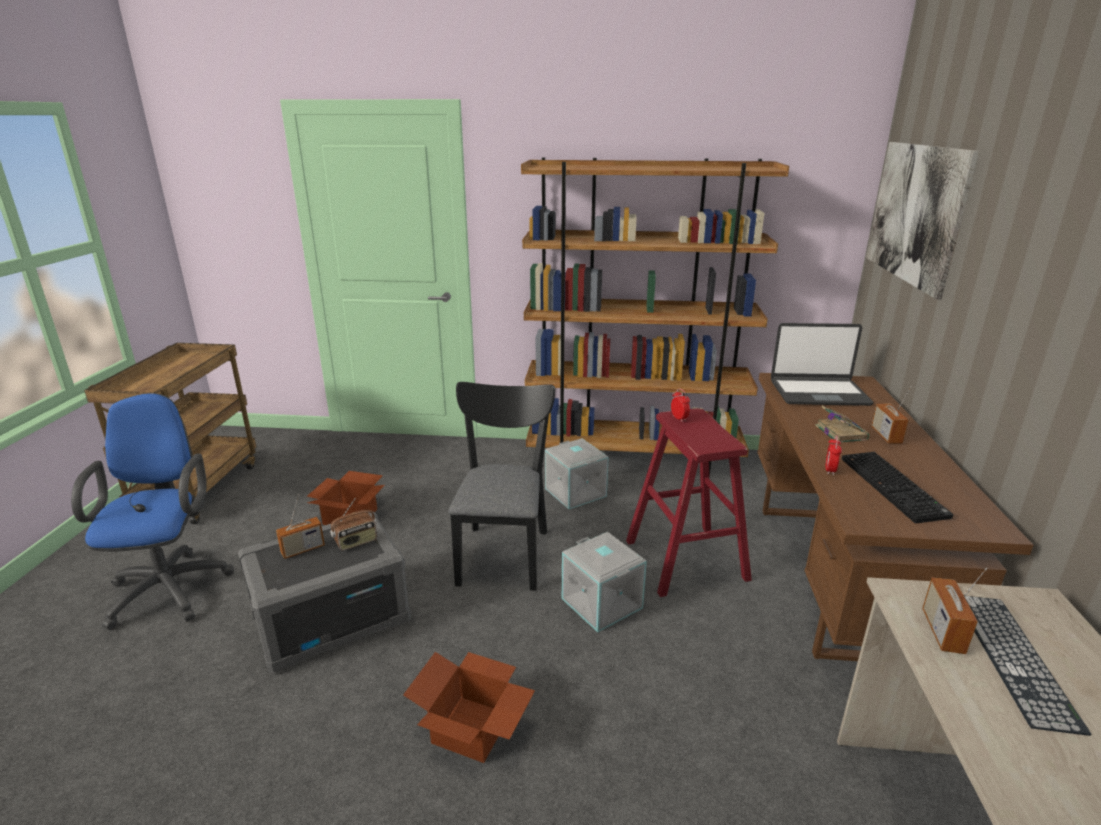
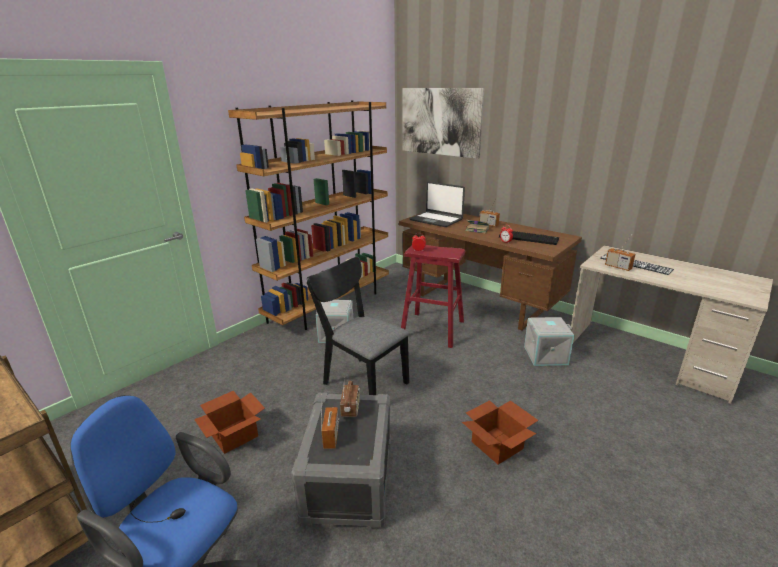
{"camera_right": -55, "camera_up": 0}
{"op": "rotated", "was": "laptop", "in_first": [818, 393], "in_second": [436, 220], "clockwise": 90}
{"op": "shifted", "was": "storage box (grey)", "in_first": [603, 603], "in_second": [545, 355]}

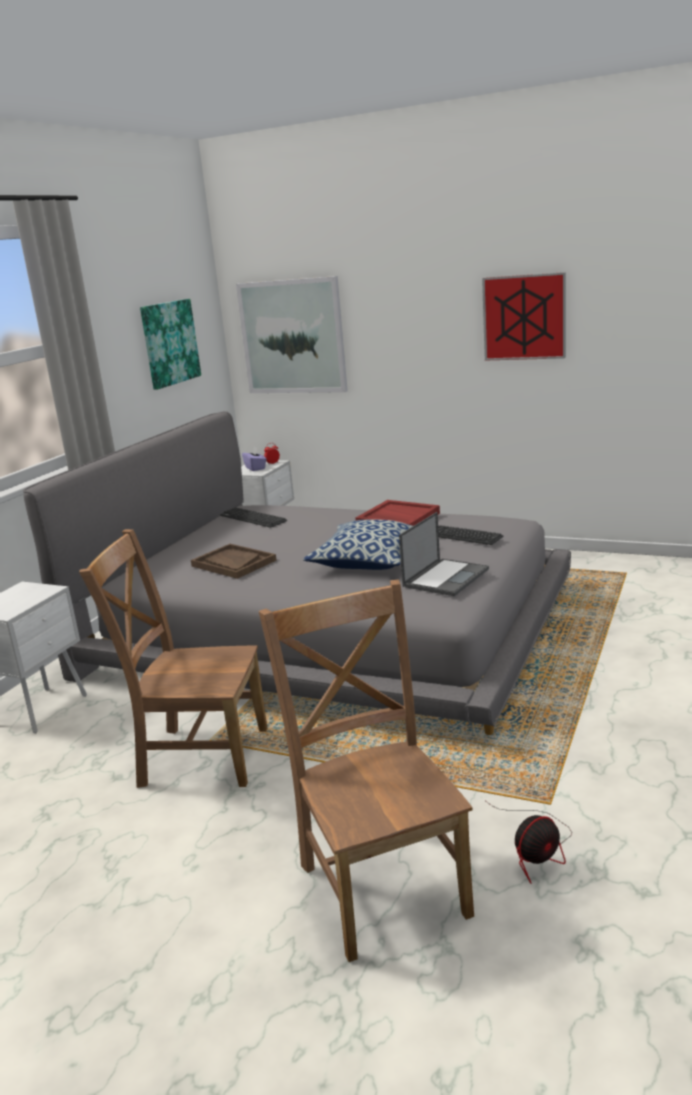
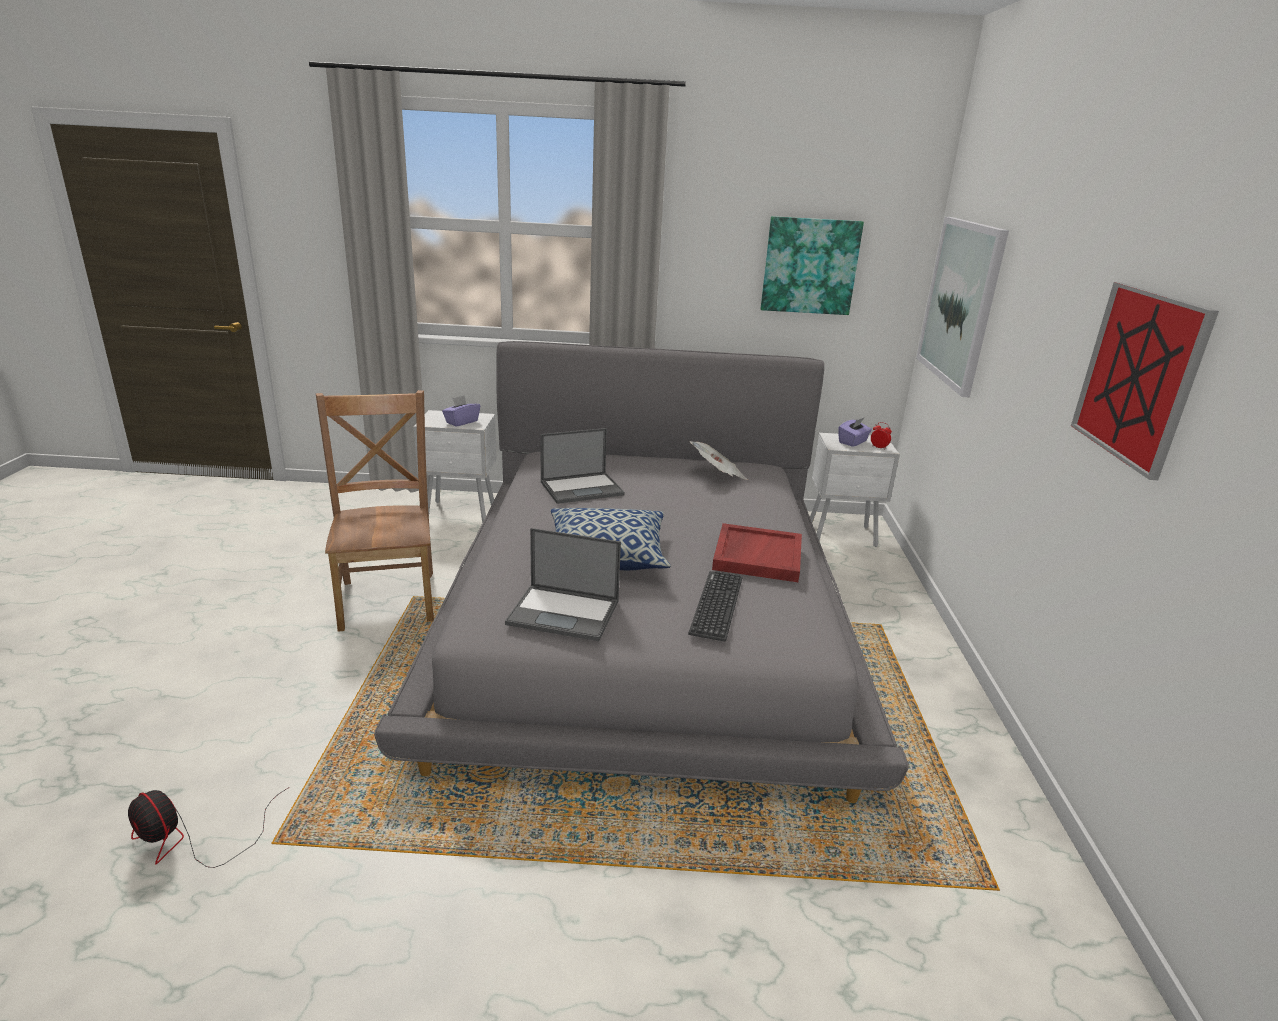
{"camera_right": 65, "camera_up": 5}
{"op": "new", "now": "tissue box (purple)", "in_second": [461, 422]}
{"op": "swapped", "was": "tray (brown)", "now": "laptop", "in_first": [233, 563], "in_second": [582, 488]}
{"op": "swapped", "was": "keyboard", "now": "newspaper", "in_first": [253, 518], "in_second": [718, 475]}
{"op": "gone", "was": "chair (brown)", "in_first": [382, 884]}

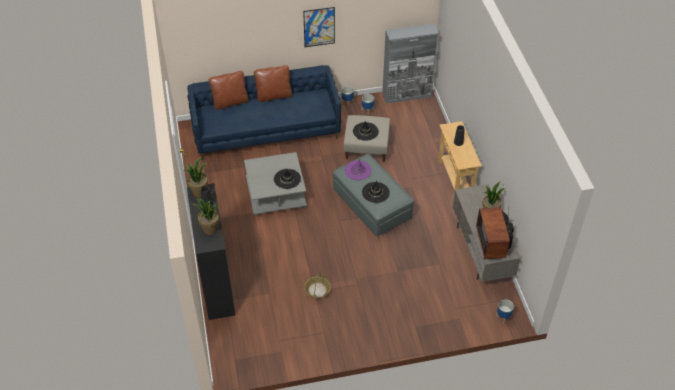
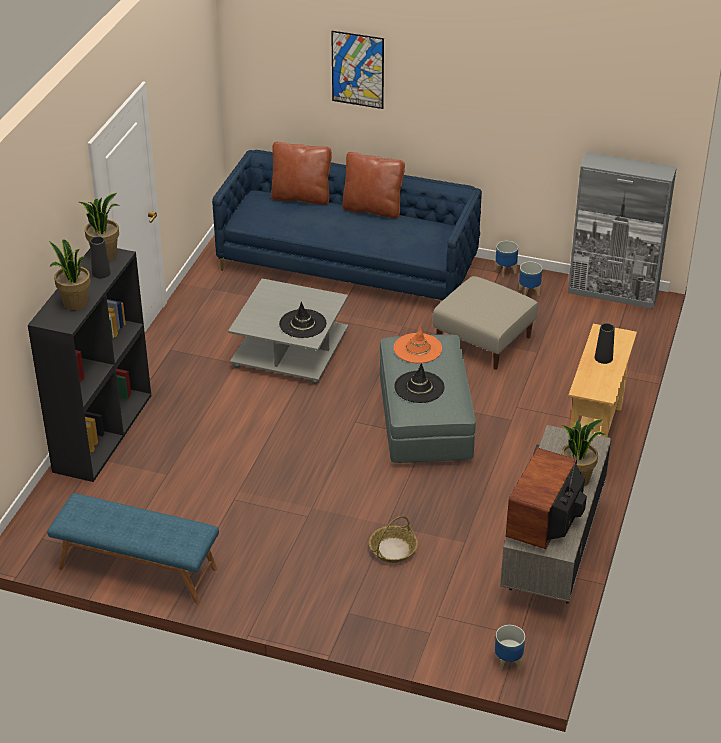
{"camera_right": 30, "camera_up": -10}
{"op": "new", "now": "bench (blue)", "in_second": [137, 569]}
{"op": "shifted", "was": "picture", "in_first": [319, 27], "in_second": [357, 69]}
{"op": "shifted", "was": "basket", "in_first": [317, 290], "in_second": [393, 550]}
{"op": "repainted", "was": "hat (purple)", "now": "hat (orange)", "in_first": [358, 170], "in_second": [417, 348]}
{"op": "gone", "was": "hat (black)", "in_first": [365, 131]}

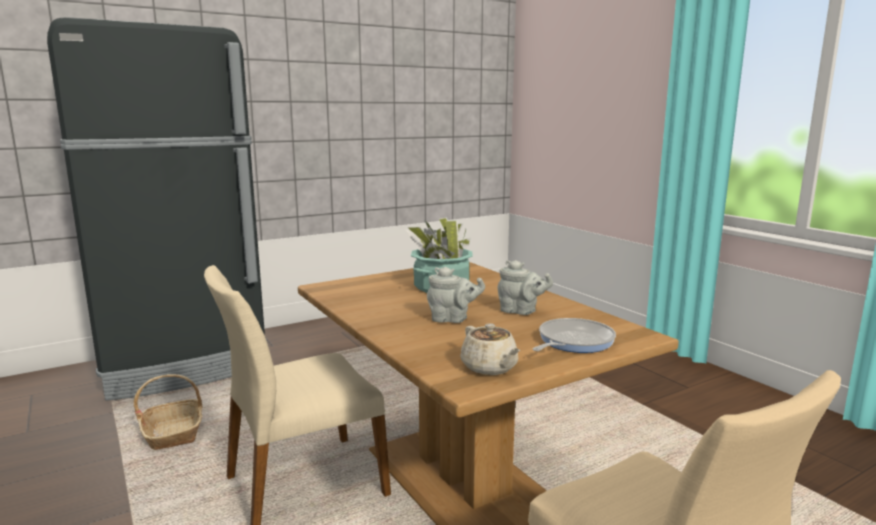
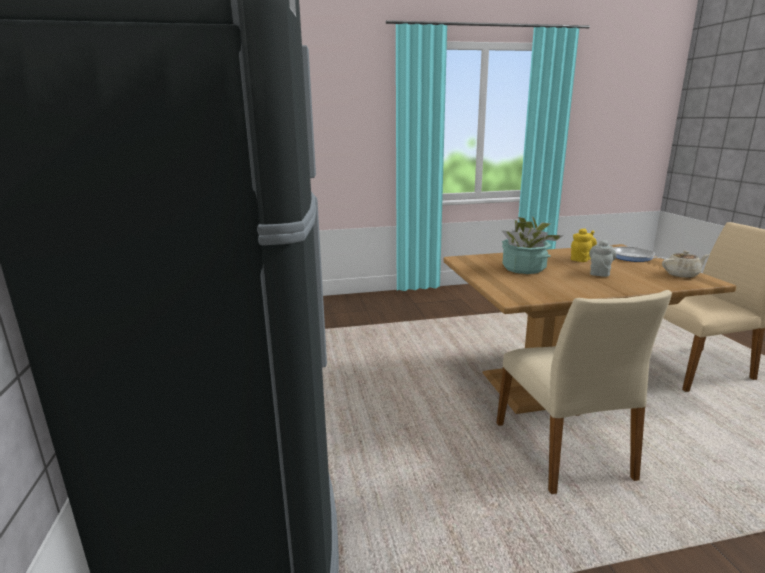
{"camera_right": -70, "camera_up": 5}
{"op": "repainted", "was": "teapot (grey)", "now": "teapot (yellow)", "in_first": [521, 311], "in_second": [581, 259]}
{"op": "gone", "was": "basket", "in_first": [173, 432]}

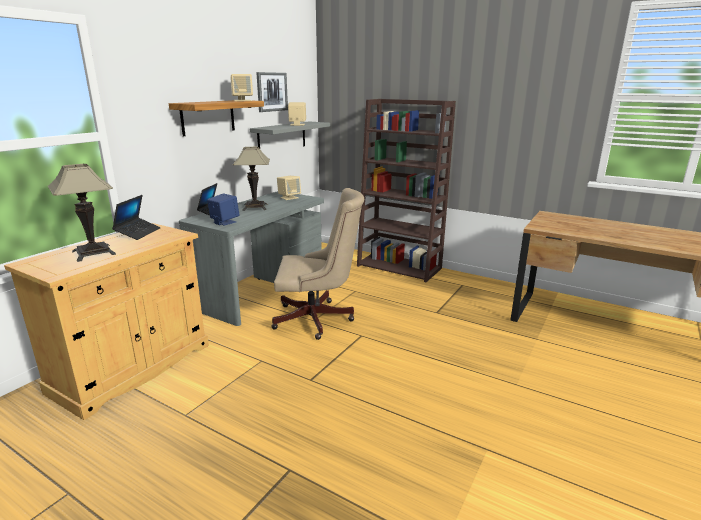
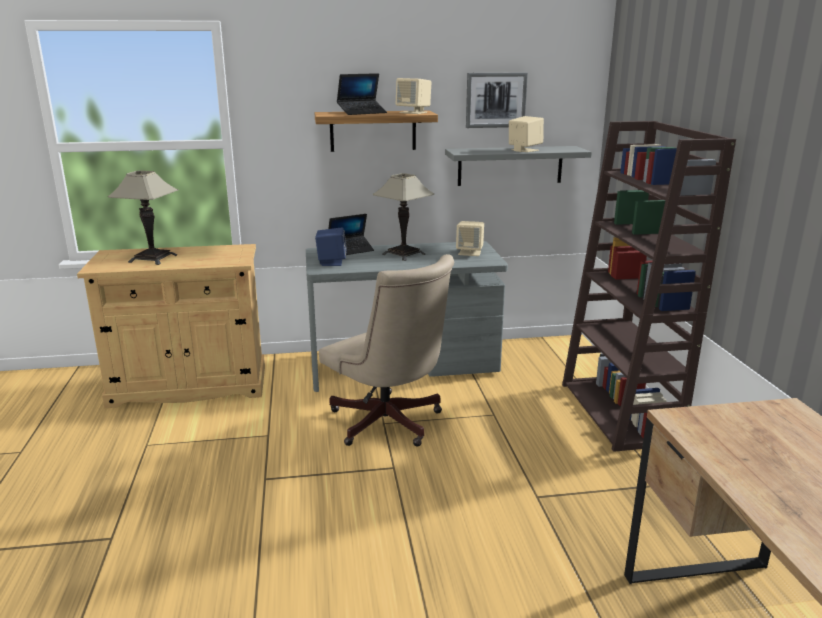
{"camera_right": 50, "camera_up": 0}
{"op": "shifted", "was": "laptop", "in_first": [138, 233], "in_second": [362, 112]}

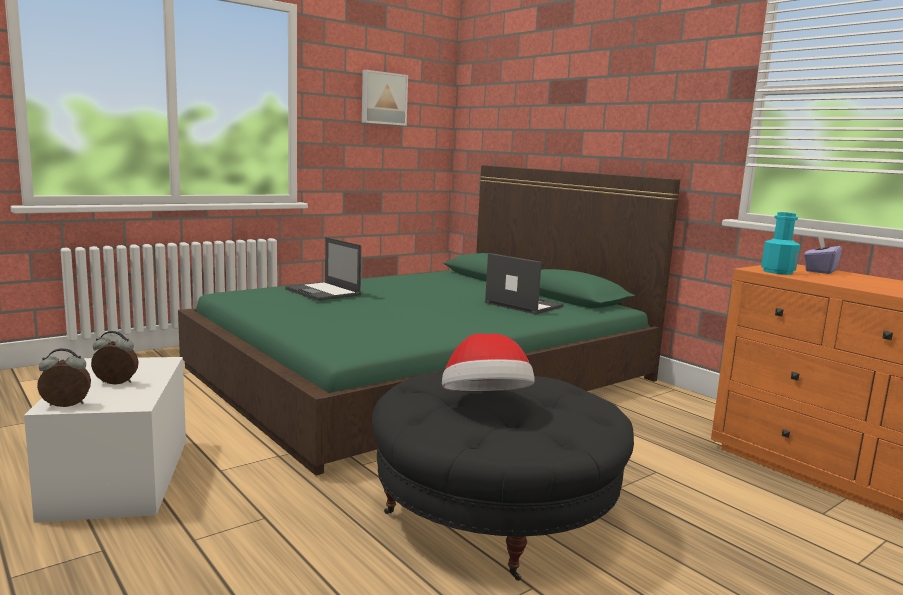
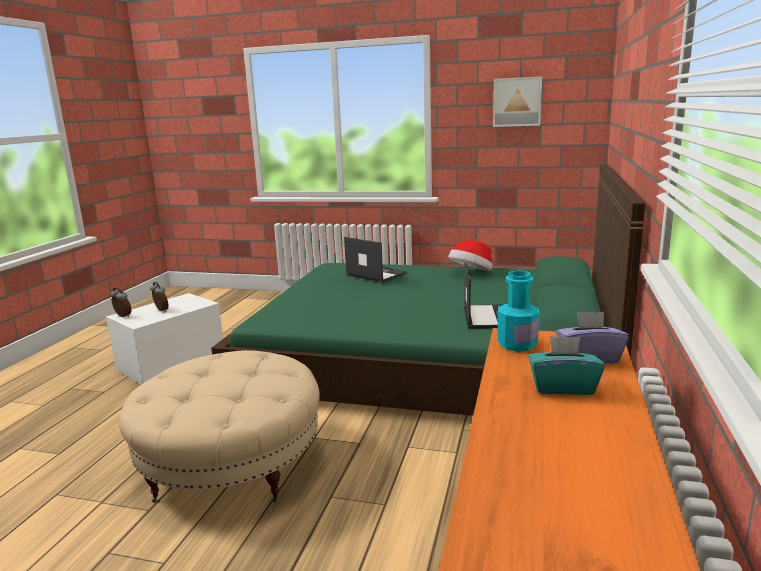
{"camera_right": 55, "camera_up": 5}
{"op": "repainted", "was": "ottoman (black)", "now": "ottoman (beige)", "in_first": [494, 514], "in_second": [232, 464]}
{"op": "rotated", "was": "laptop", "in_first": [323, 292], "in_second": [375, 274], "clockwise": 120}
{"op": "shifted", "was": "hat", "in_first": [485, 404], "in_second": [471, 273]}
{"op": "new", "now": "tissue box (turquoise)", "in_second": [563, 387]}

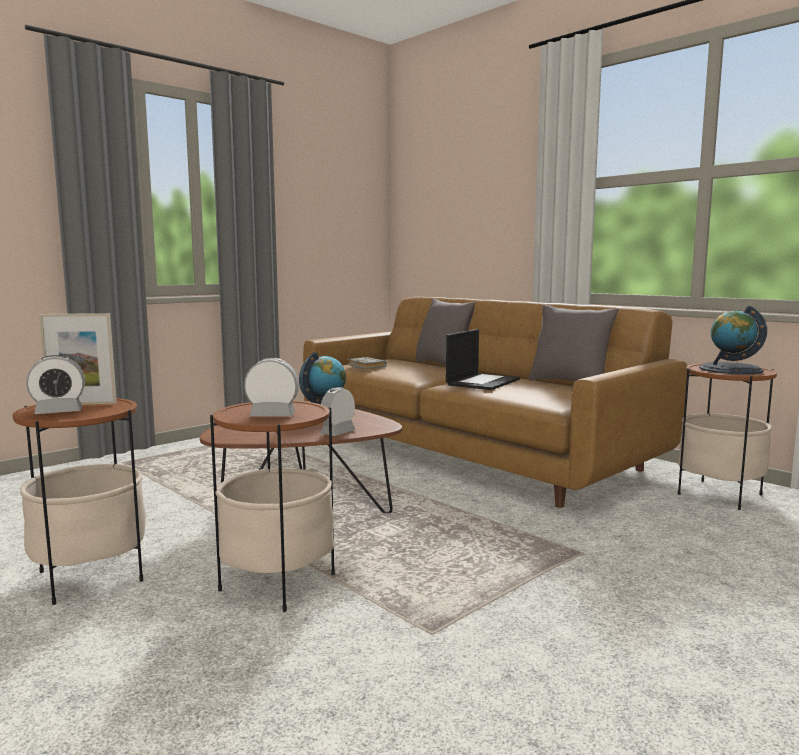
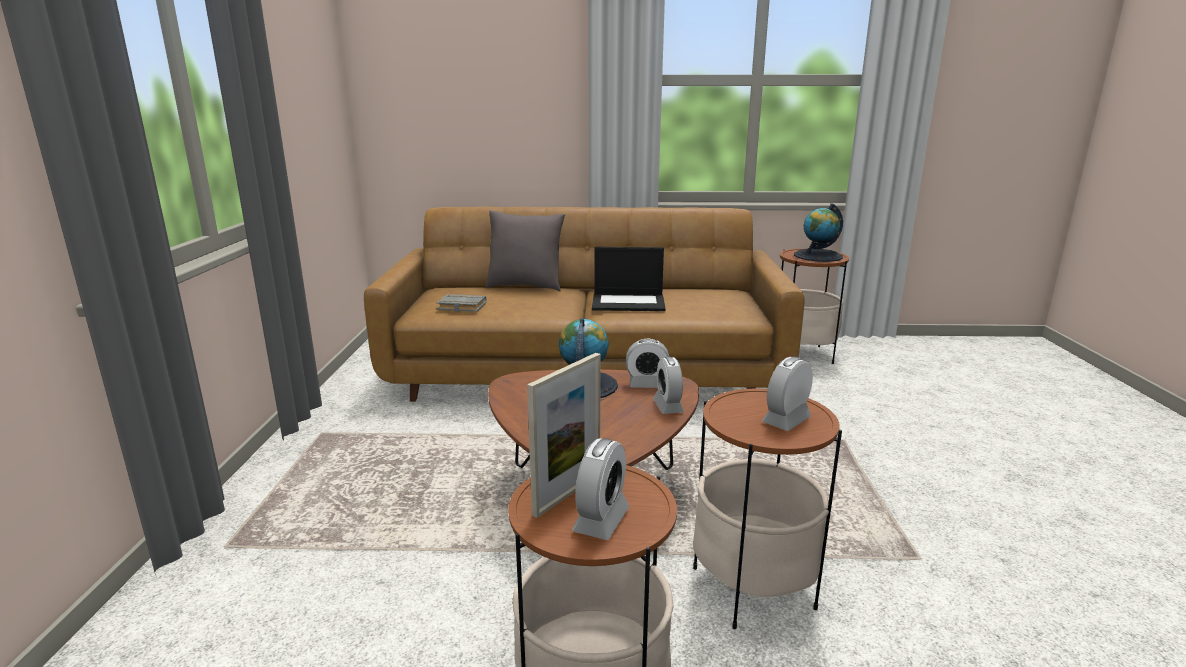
{"camera_right": -45, "camera_up": 10}
{"op": "rotated", "was": "laptop", "in_first": [482, 382], "in_second": [629, 302], "clockwise": 105}
{"op": "new", "now": "alarm clock", "in_second": [647, 384]}
{"op": "gone", "was": "pillow (grey)", "in_first": [570, 383]}

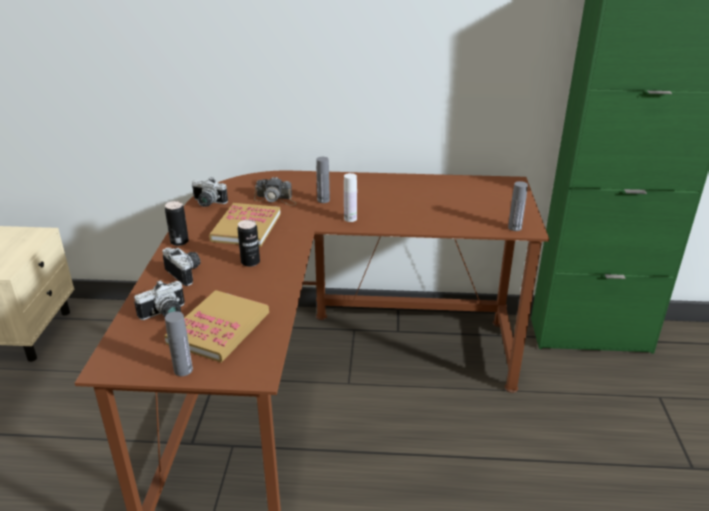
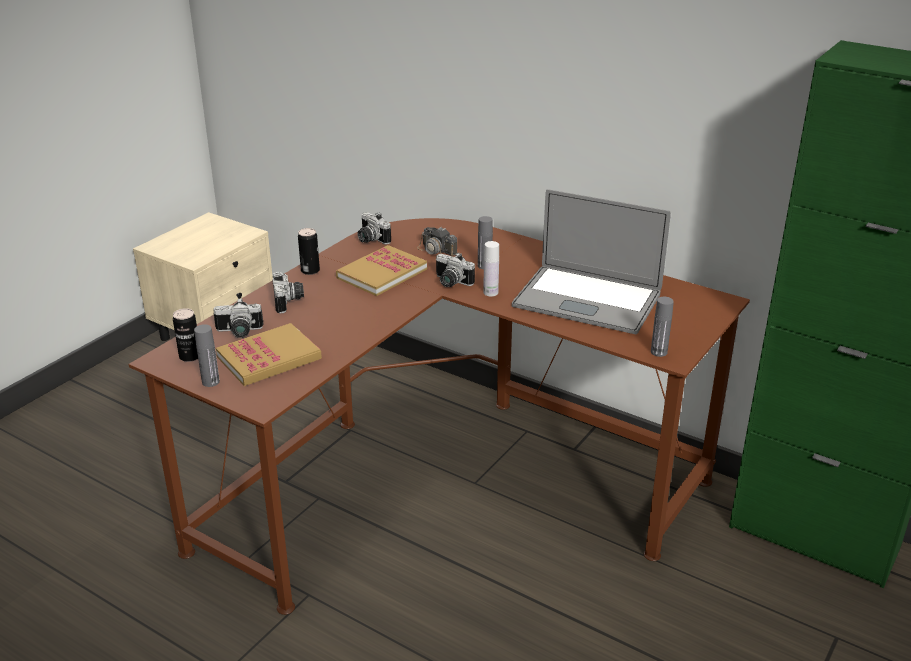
{"camera_right": 30, "camera_up": 0}
{"op": "shifted", "was": "can", "in_first": [250, 262], "in_second": [190, 356]}
{"op": "new", "now": "photo camera", "in_second": [450, 283]}
{"op": "new", "now": "laptop", "in_second": [587, 300]}

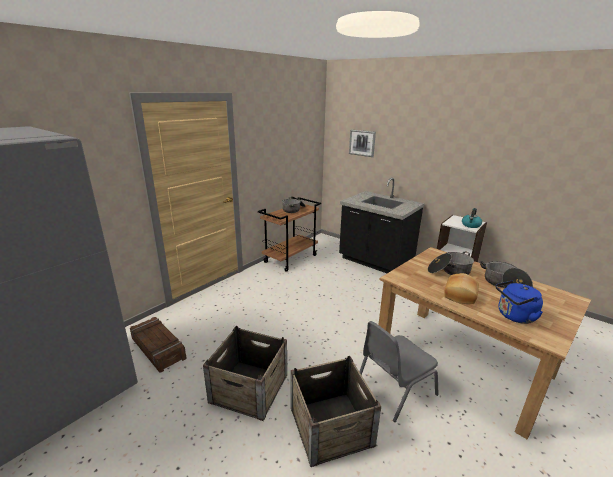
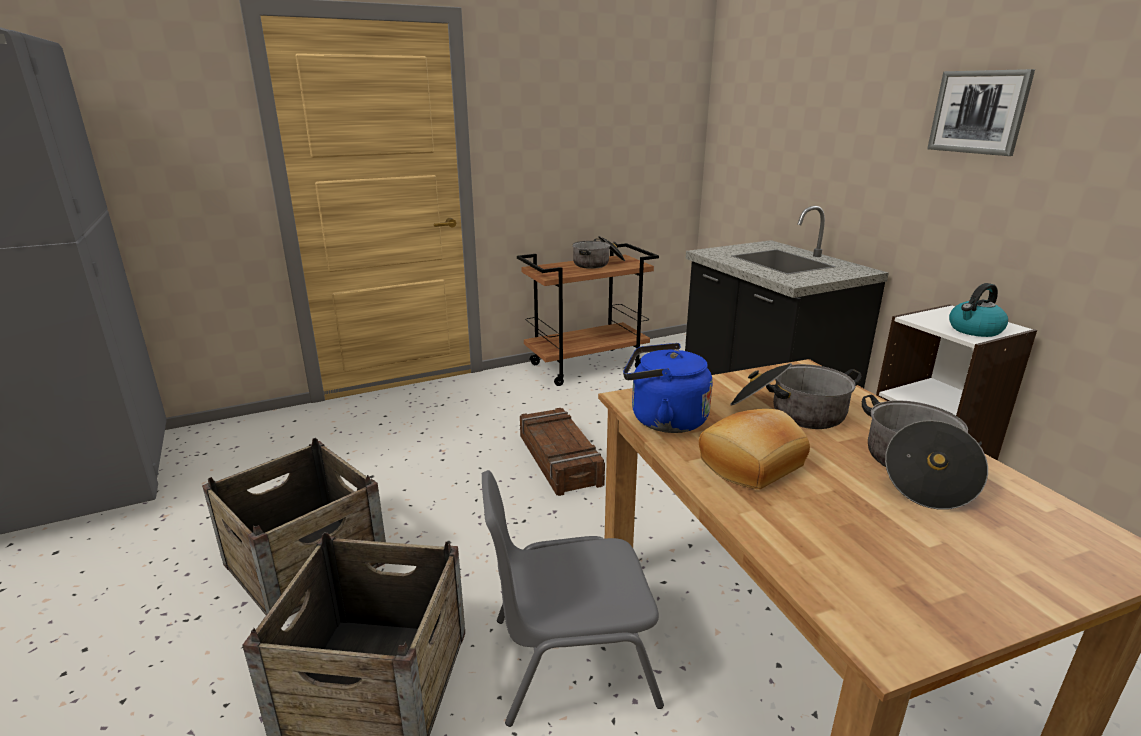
{"camera_right": 25, "camera_up": 0}
{"op": "shifted", "was": "crate", "in_first": [158, 348], "in_second": [560, 459]}
{"op": "shifted", "was": "kettle (blue)", "in_first": [514, 316], "in_second": [663, 420]}
{"op": "shifted", "was": "picture", "in_first": [362, 143], "in_second": [979, 112]}

